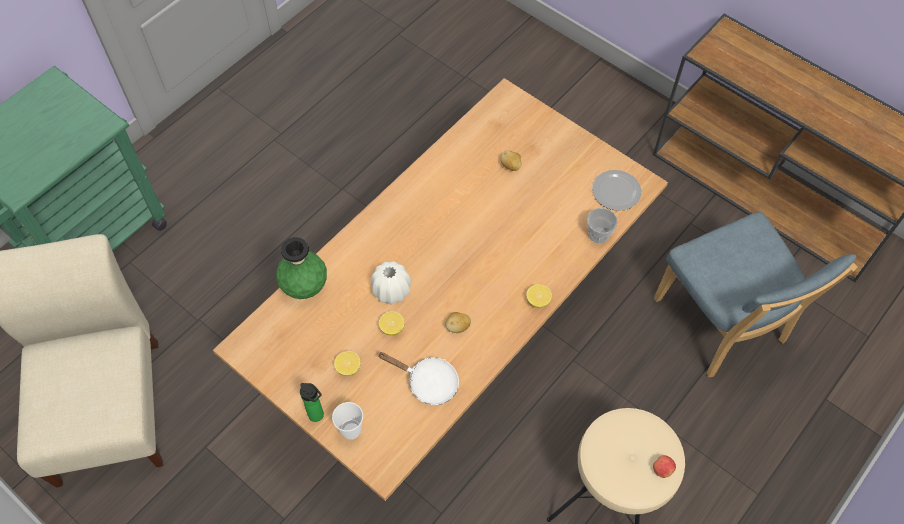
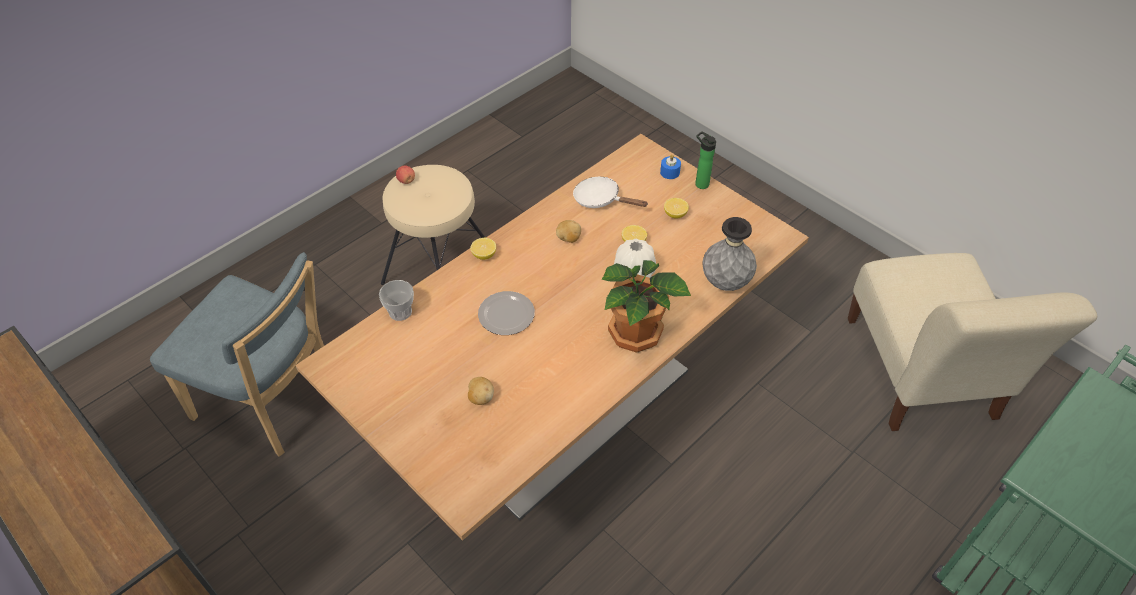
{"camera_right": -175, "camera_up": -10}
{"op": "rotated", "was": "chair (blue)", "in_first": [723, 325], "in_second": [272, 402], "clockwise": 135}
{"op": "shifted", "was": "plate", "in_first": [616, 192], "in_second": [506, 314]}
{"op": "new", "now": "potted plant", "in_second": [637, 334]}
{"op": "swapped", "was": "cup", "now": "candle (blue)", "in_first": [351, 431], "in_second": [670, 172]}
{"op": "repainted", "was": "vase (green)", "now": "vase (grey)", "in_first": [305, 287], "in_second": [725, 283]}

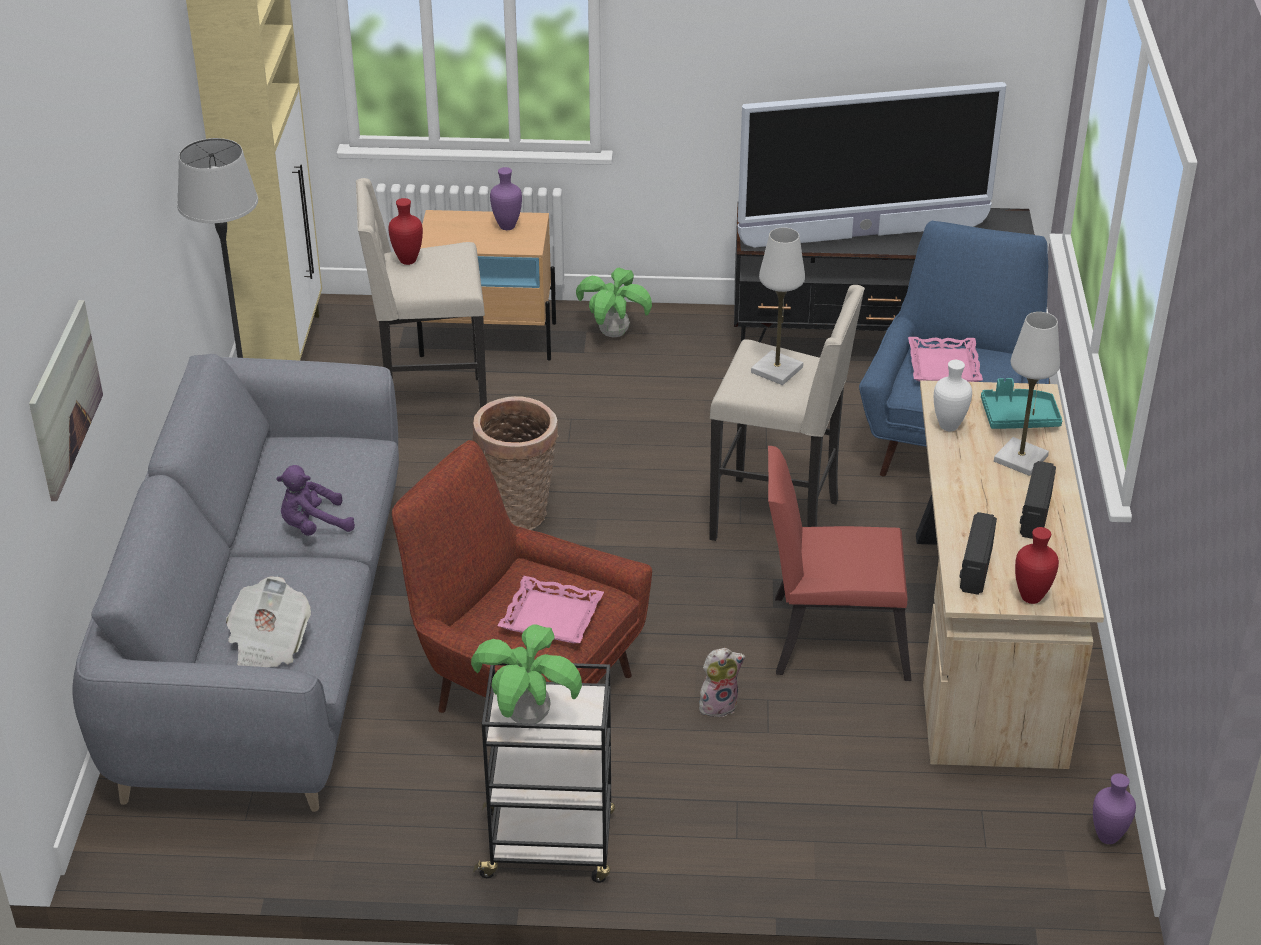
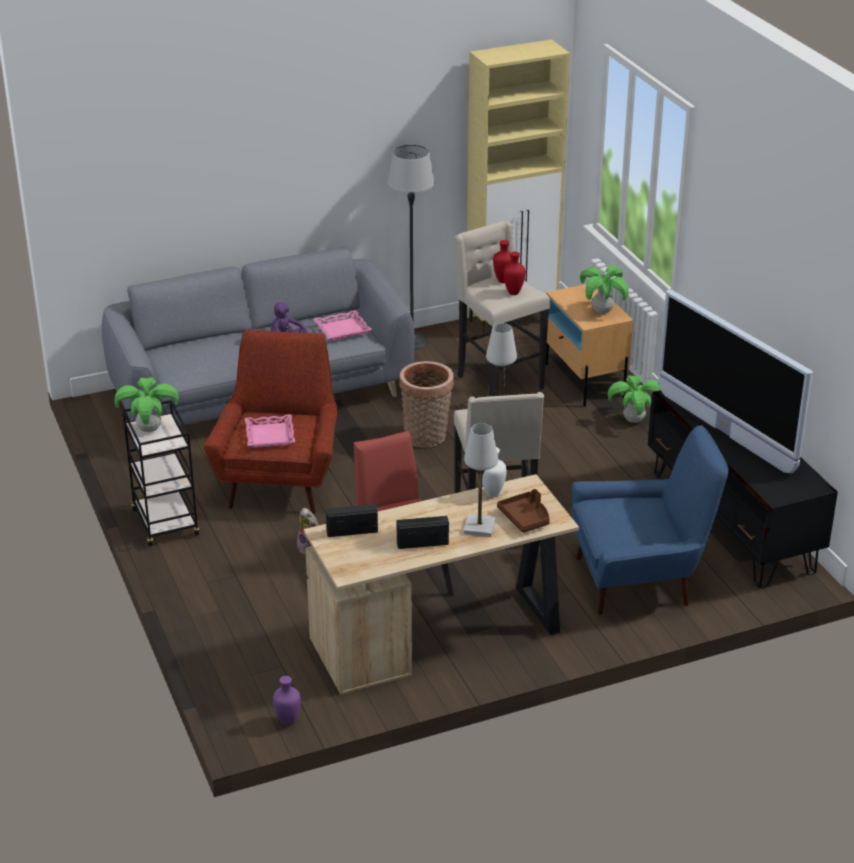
{"camera_right": 65, "camera_up": -5}
{"op": "shifted", "was": "tray (pink)", "in_first": [943, 366], "in_second": [342, 329]}
{"op": "repainted", "was": "tray (turquoise)", "now": "tray (brown)", "in_first": [1019, 417], "in_second": [525, 518]}
{"op": "shifted", "was": "vase (red)", "in_first": [1030, 597], "in_second": [514, 292]}
{"op": "swapped", "was": "vase (purple)", "now": "potted plant", "in_first": [508, 227], "in_second": [602, 311]}
{"op": "gone", "was": "picture", "in_first": [65, 398]}
{"op": "gone", "was": "newspaper", "in_first": [268, 644]}

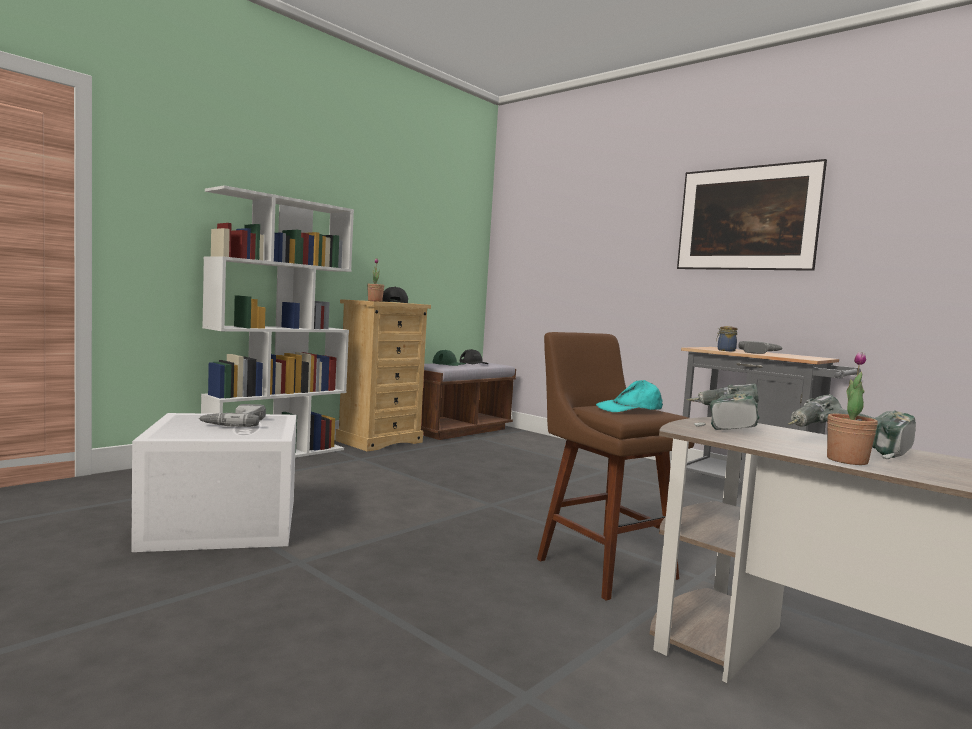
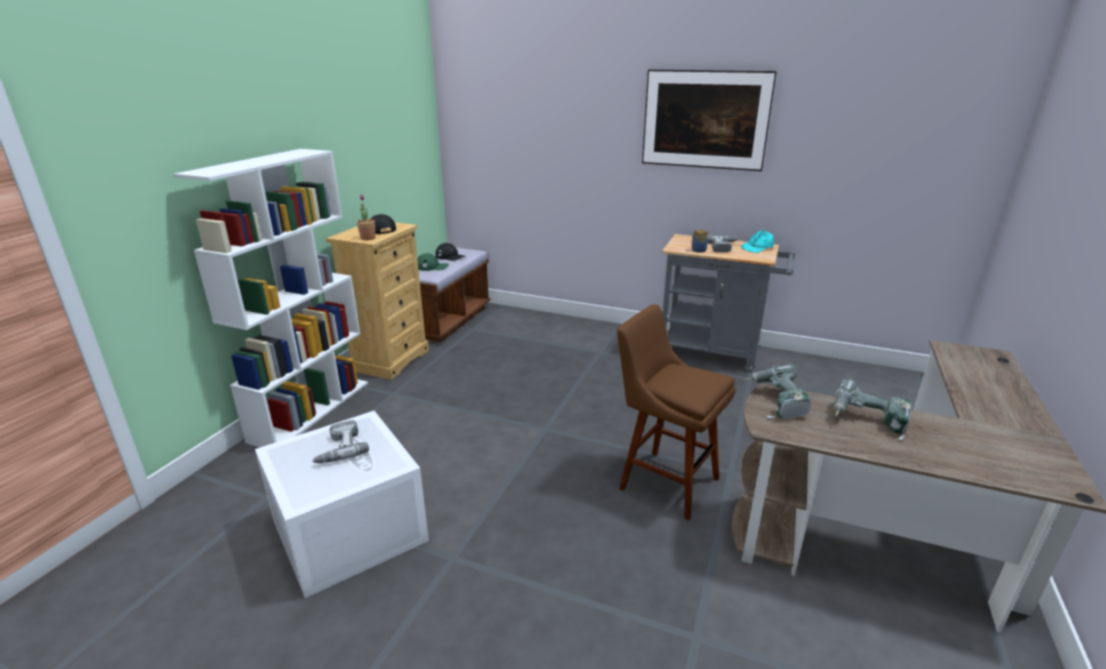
{"camera_right": -20, "camera_up": 20}
{"op": "shifted", "was": "cap (turquoise)", "in_first": [630, 409], "in_second": [757, 247]}
{"op": "gone", "was": "potted plant", "in_first": [847, 460]}

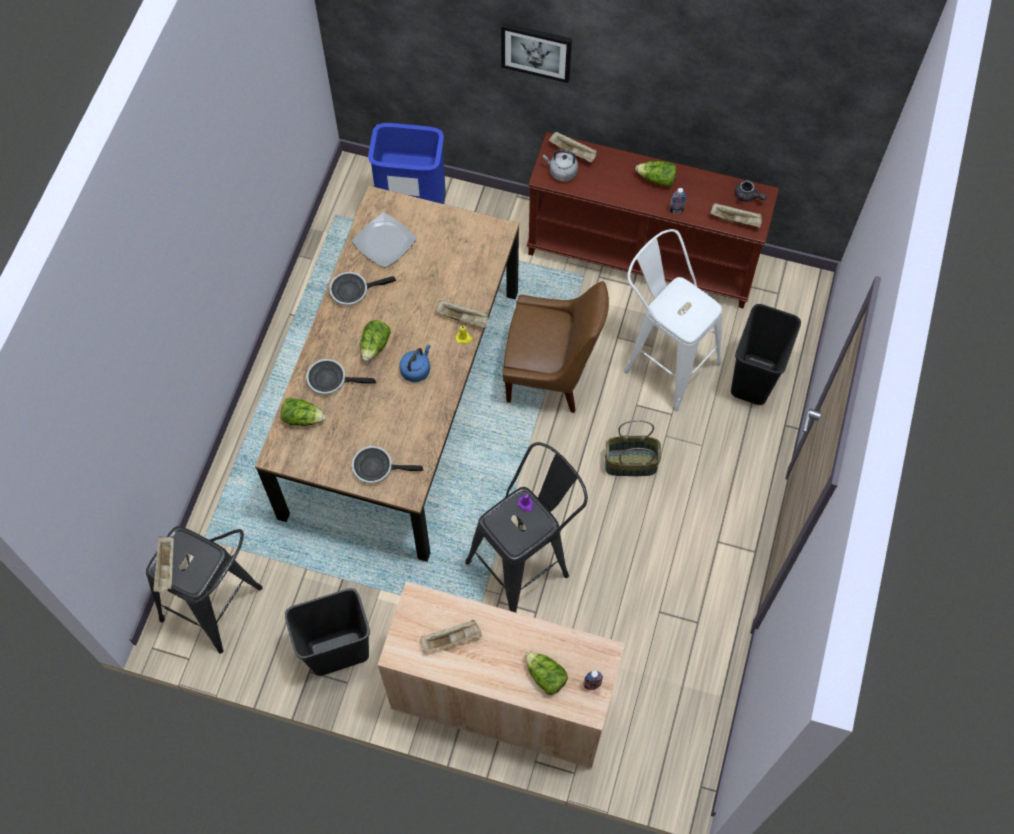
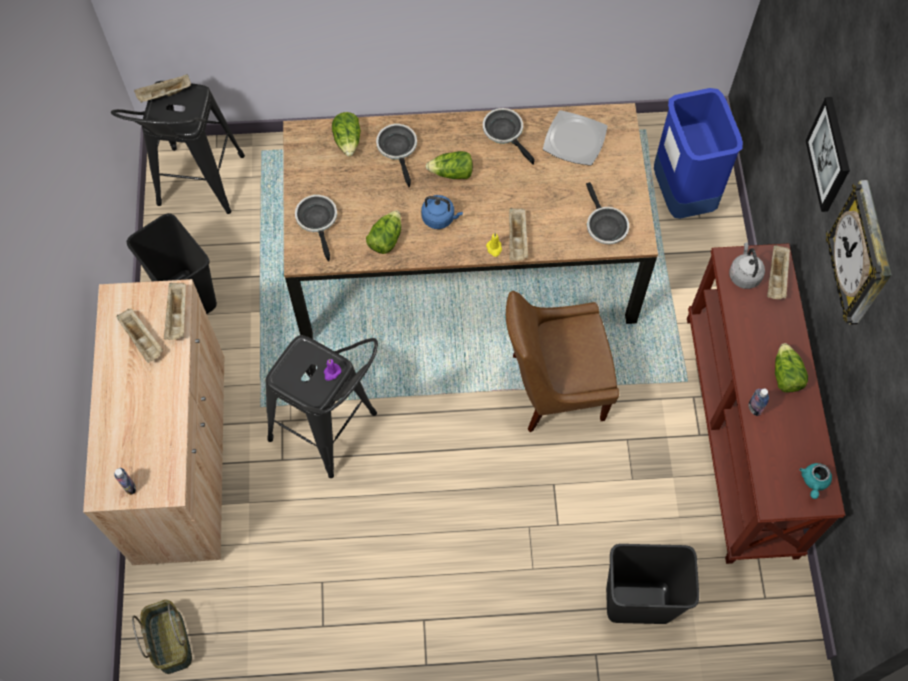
{"camera_right": 70, "camera_up": 0}
{"op": "shifted", "was": "basket", "in_first": [630, 464], "in_second": [169, 641]}
{"op": "shifted", "was": "tray (beige)", "in_first": [736, 220], "in_second": [178, 316]}
{"op": "shifted", "was": "lettuce", "in_first": [545, 676], "in_second": [385, 239]}
{"op": "rotated", "was": "chair (brown)", "in_first": [551, 374], "in_second": [553, 387], "clockwise": 90}
{"op": "new", "now": "frying pan", "in_second": [604, 226]}
{"op": "repainted", "was": "teapot (grey)", "now": "teapot (turquoise)", "in_first": [747, 196], "in_second": [814, 482]}
{"op": "new", "now": "wall clock", "in_second": [861, 257]}
{"op": "gone", "was": "stool (white)", "in_first": [664, 361]}

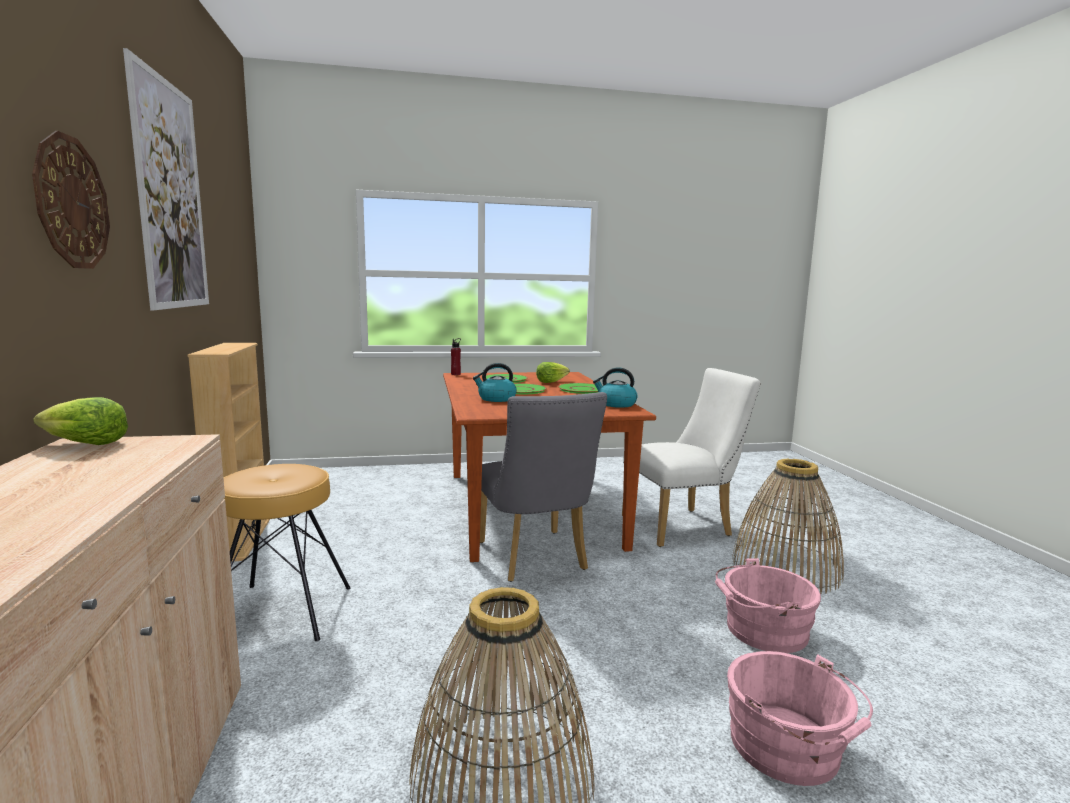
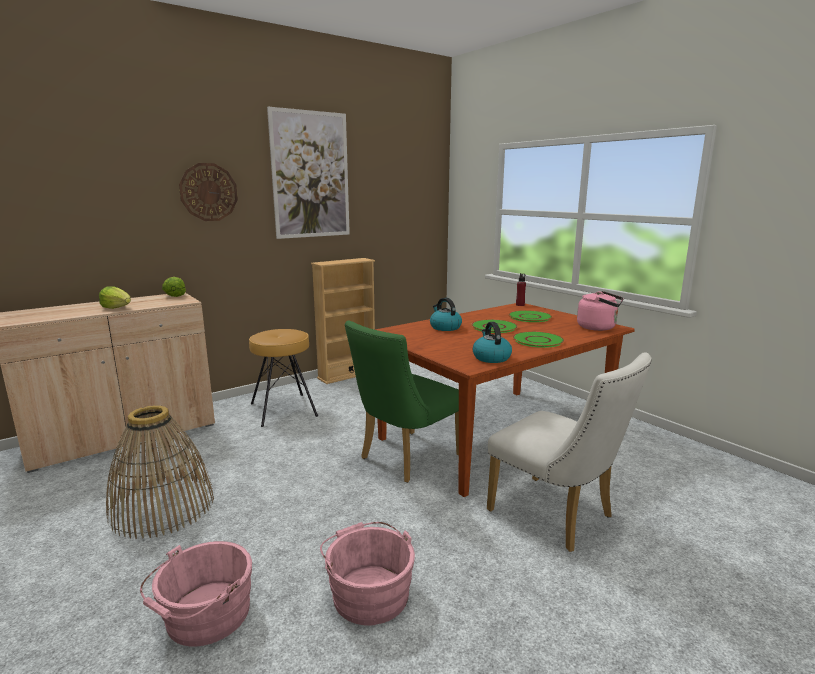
{"camera_right": 65, "camera_up": 5}
{"op": "shifted", "was": "lettuce", "in_first": [551, 382], "in_second": [118, 308]}
{"op": "repainted", "was": "chair (grey)", "now": "chair (green)", "in_first": [535, 559], "in_second": [405, 459]}
{"op": "new", "now": "kettle (pink)", "in_second": [599, 327]}
{"op": "gone", "was": "basket", "in_first": [785, 568]}

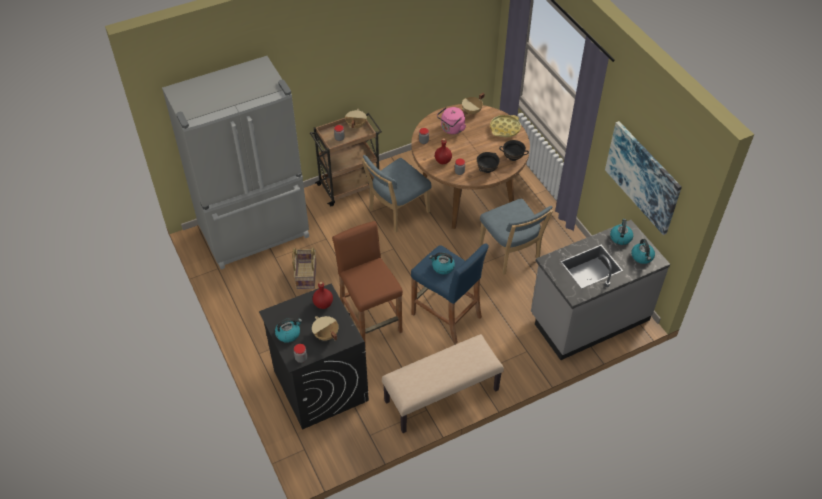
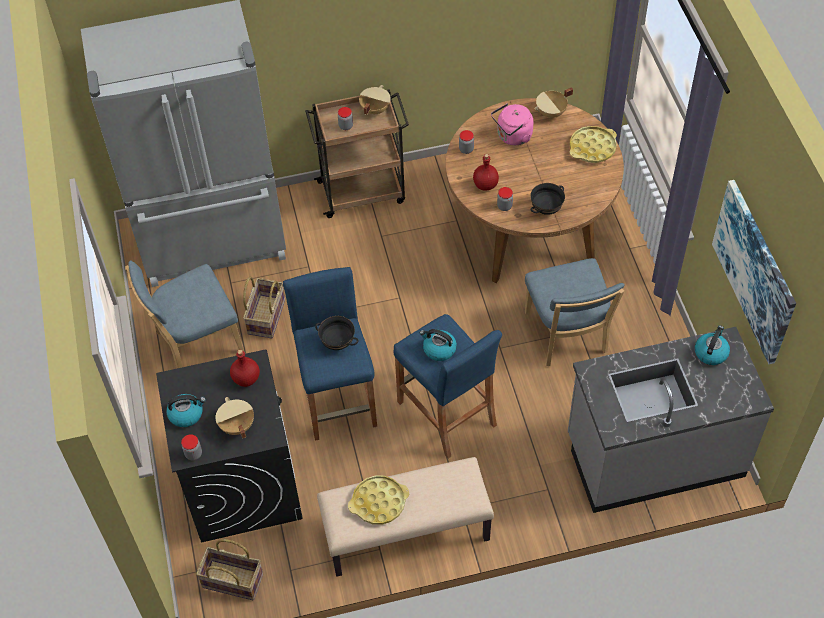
{"camera_right": 15, "camera_up": 5}
{"op": "shifted", "was": "chair (blue)", "in_first": [396, 212], "in_second": [195, 343]}
{"op": "new", "now": "basket", "in_second": [232, 581]}
{"op": "repainted", "was": "stool (brown)", "now": "stool (blue)", "in_first": [370, 319], "in_second": [338, 399]}
{"op": "shifted", "was": "bowl (black)", "in_first": [513, 158], "in_second": [337, 343]}
{"op": "new", "now": "tray (yellow)", "in_second": [379, 502]}
{"op": "gone", "was": "kettle", "in_first": [642, 257]}

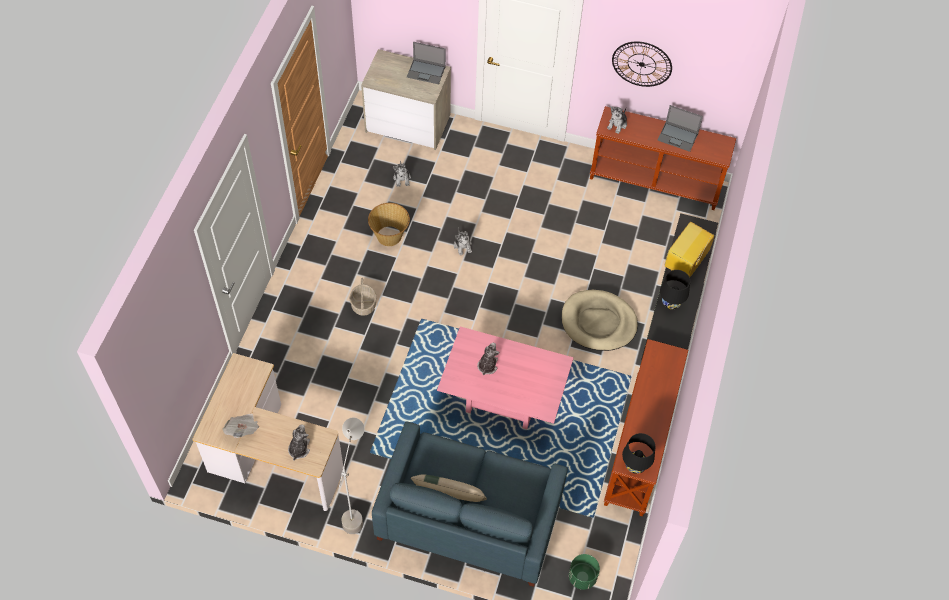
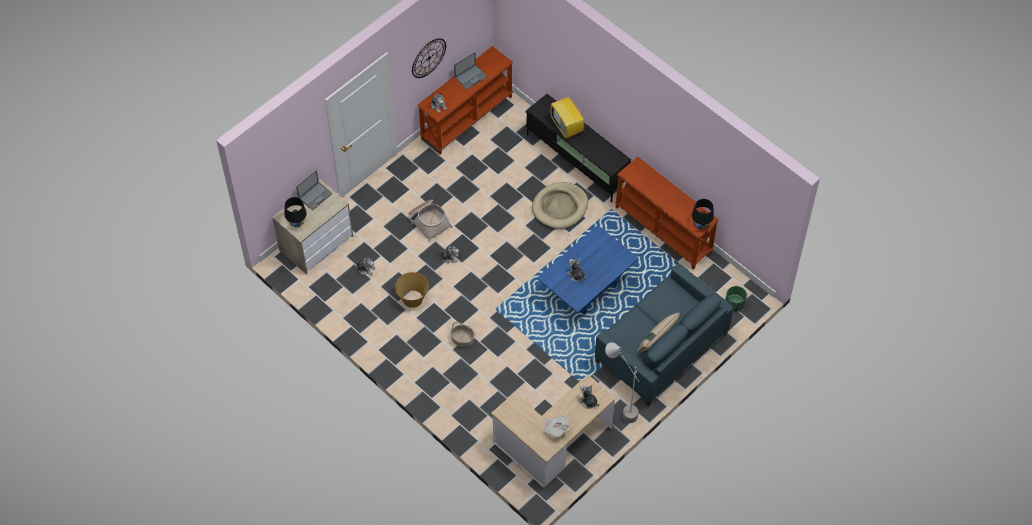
{"camera_right": -60, "camera_up": 0}
{"op": "shifted", "was": "table lamp (black)", "in_first": [671, 303], "in_second": [297, 222]}
{"op": "new", "now": "basket", "in_second": [429, 221]}
{"op": "repainted", "was": "coffee table (pink)", "now": "coffee table (blue)", "in_first": [503, 399], "in_second": [586, 289]}

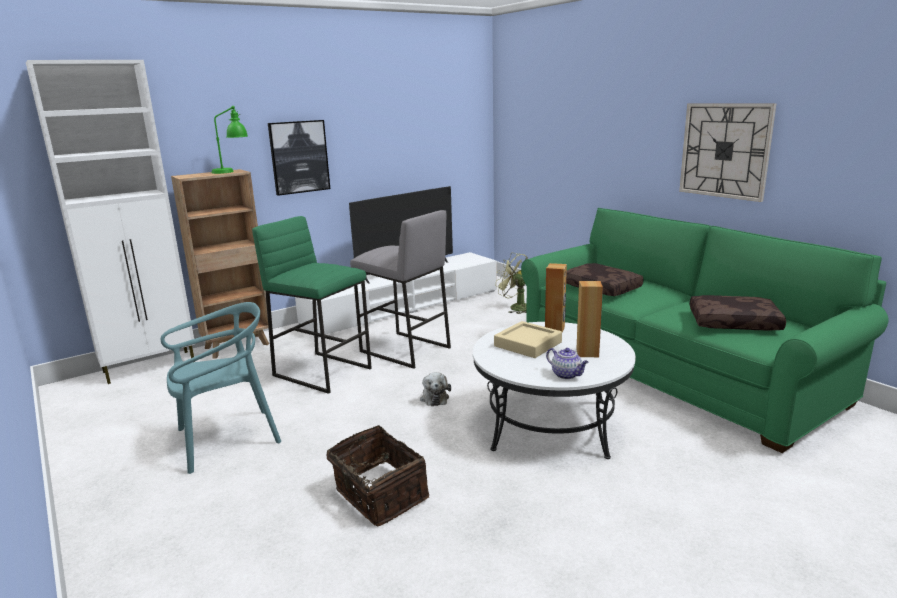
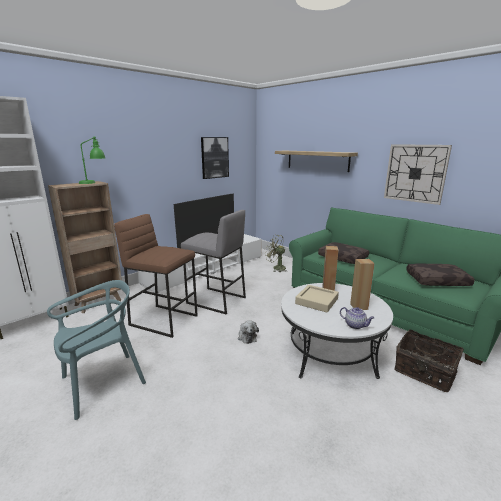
{"camera_right": -10, "camera_up": 0}
{"op": "repainted", "was": "stool (green)", "now": "stool (brown)", "in_first": [323, 371], "in_second": [164, 320]}
{"op": "shifted", "was": "picture", "in_first": [299, 157], "in_second": [214, 157]}
{"op": "new", "now": "shelf", "in_second": [317, 160]}
{"op": "shifted", "was": "basket", "in_first": [378, 496], "in_second": [424, 372]}

